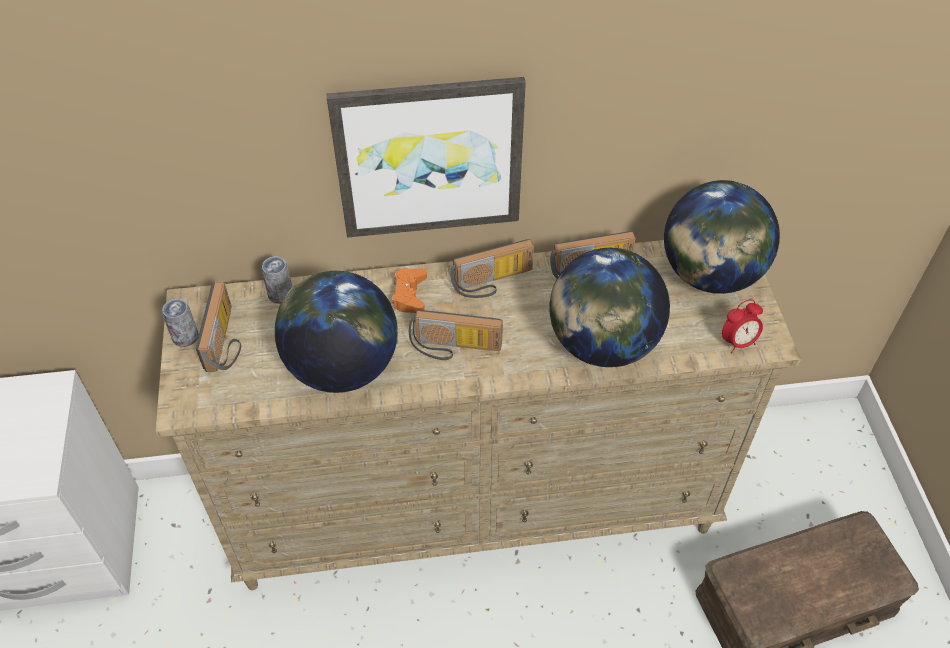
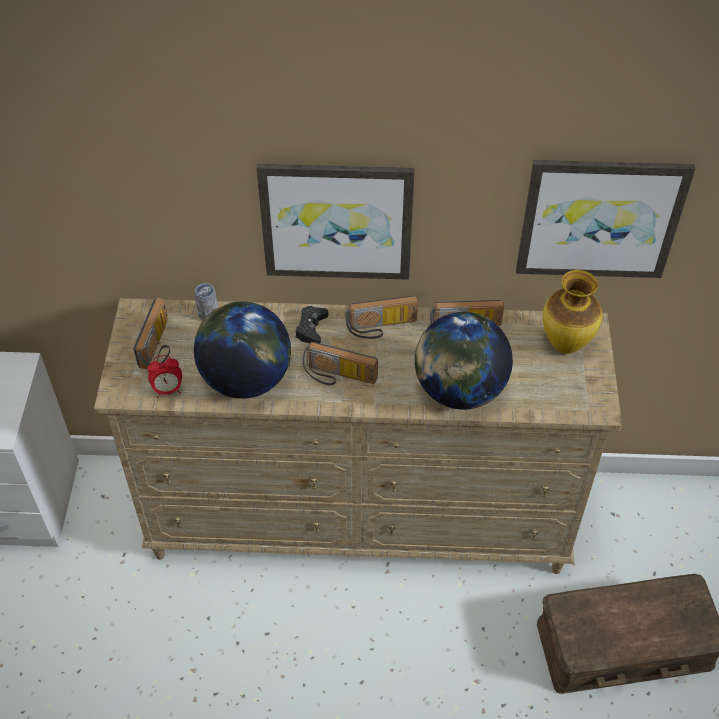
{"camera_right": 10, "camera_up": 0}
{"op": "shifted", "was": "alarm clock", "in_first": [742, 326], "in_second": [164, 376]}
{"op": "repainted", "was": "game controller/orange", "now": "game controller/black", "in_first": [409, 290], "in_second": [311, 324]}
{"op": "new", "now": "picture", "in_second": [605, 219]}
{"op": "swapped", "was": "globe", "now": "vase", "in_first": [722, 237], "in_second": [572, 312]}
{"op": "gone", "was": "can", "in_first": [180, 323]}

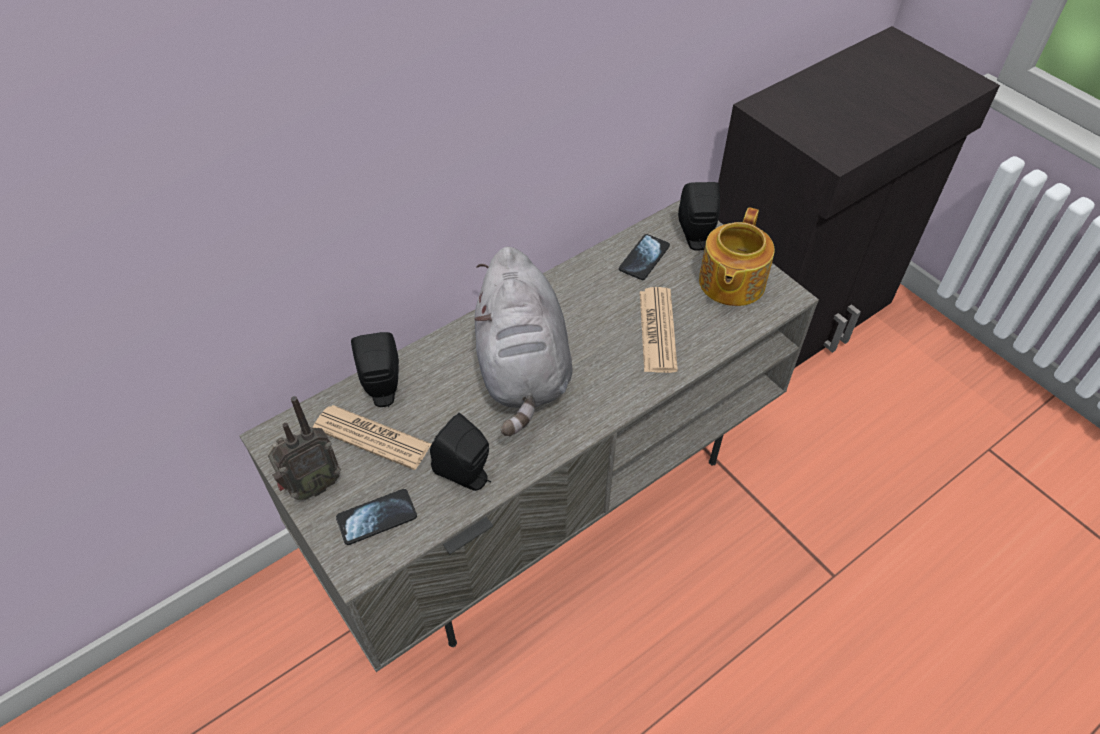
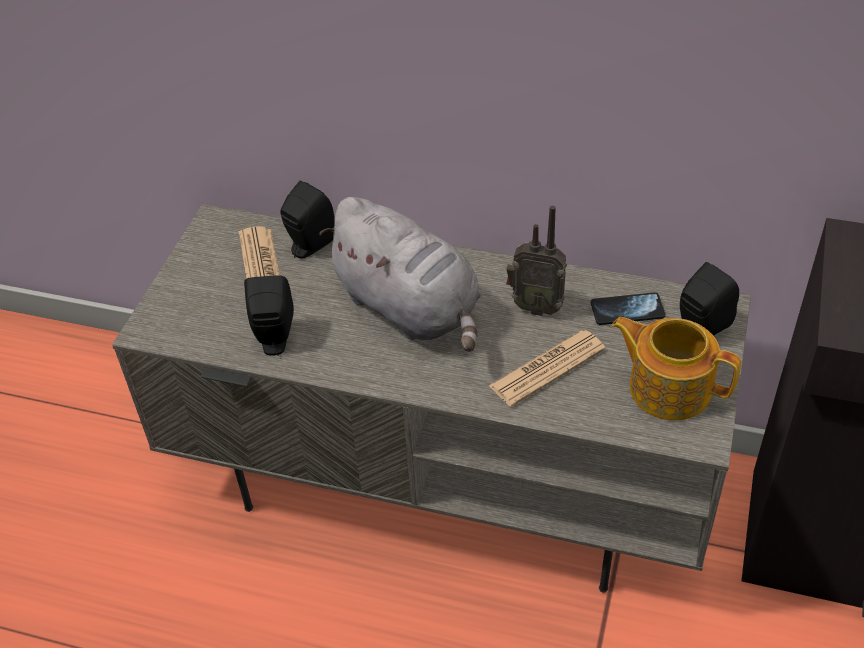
{"camera_right": 55, "camera_up": -5}
{"op": "rotated", "was": "plush toy/grey", "in_first": [524, 341], "in_second": [400, 274], "clockwise": -90}
{"op": "shifted", "was": "radio", "in_first": [304, 448], "in_second": [536, 260]}
{"op": "rotated", "was": "teapot", "in_first": [737, 256], "in_second": [676, 368], "clockwise": 45}
{"op": "gone", "was": "phone", "in_first": [376, 517]}

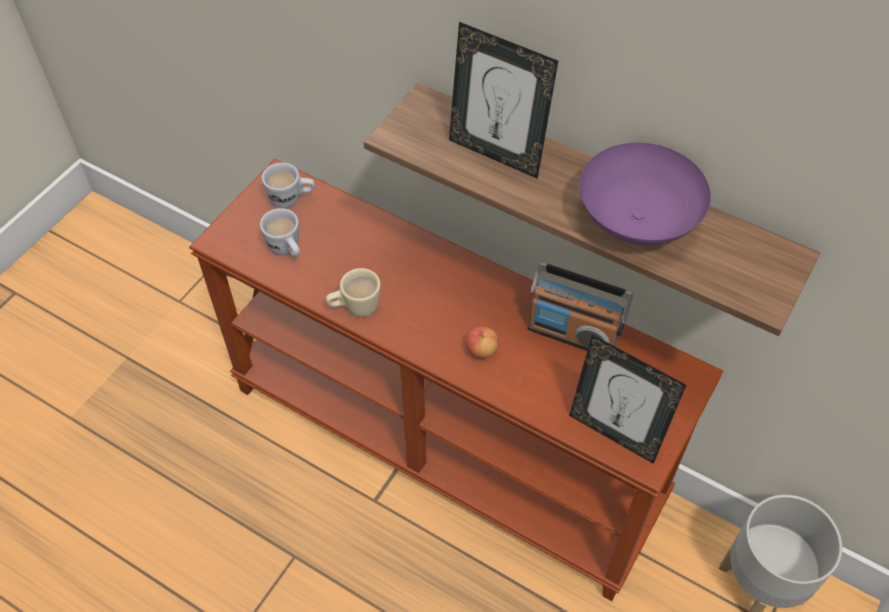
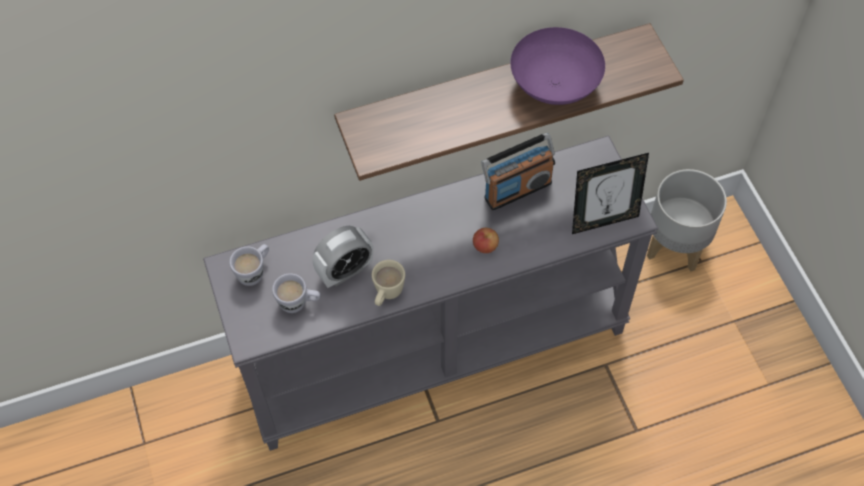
{"camera_right": -50, "camera_up": 5}
{"op": "repainted", "was": "console table/brown", "now": "console table/grey", "in_first": [456, 380], "in_second": [430, 293]}
{"op": "new", "now": "alarm clock", "in_second": [343, 257]}
{"op": "gone", "was": "picture frame", "in_first": [503, 100]}

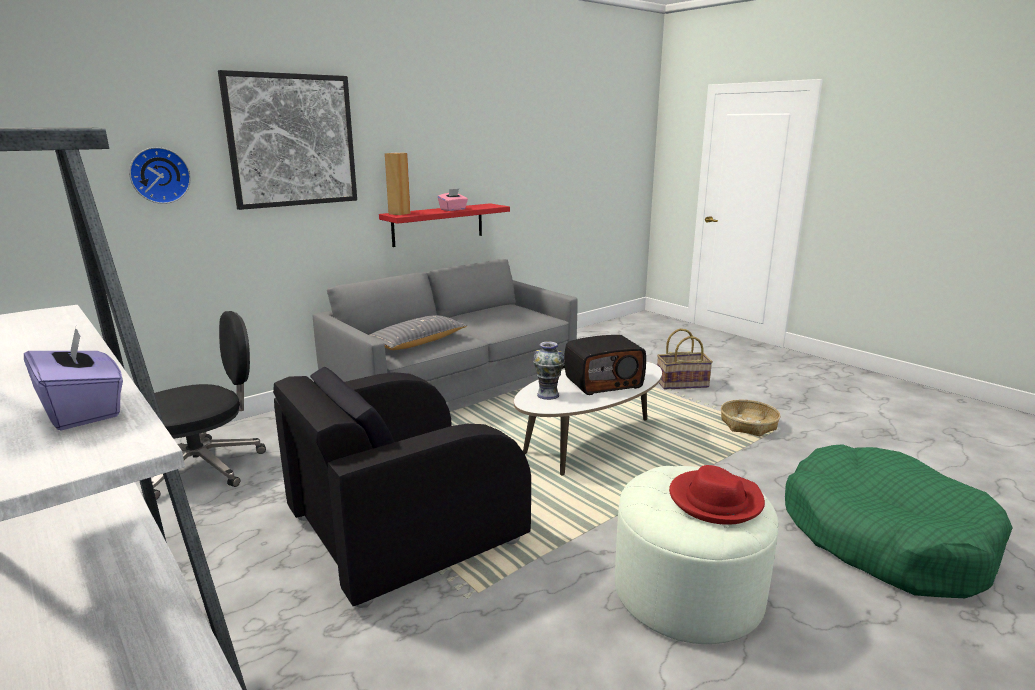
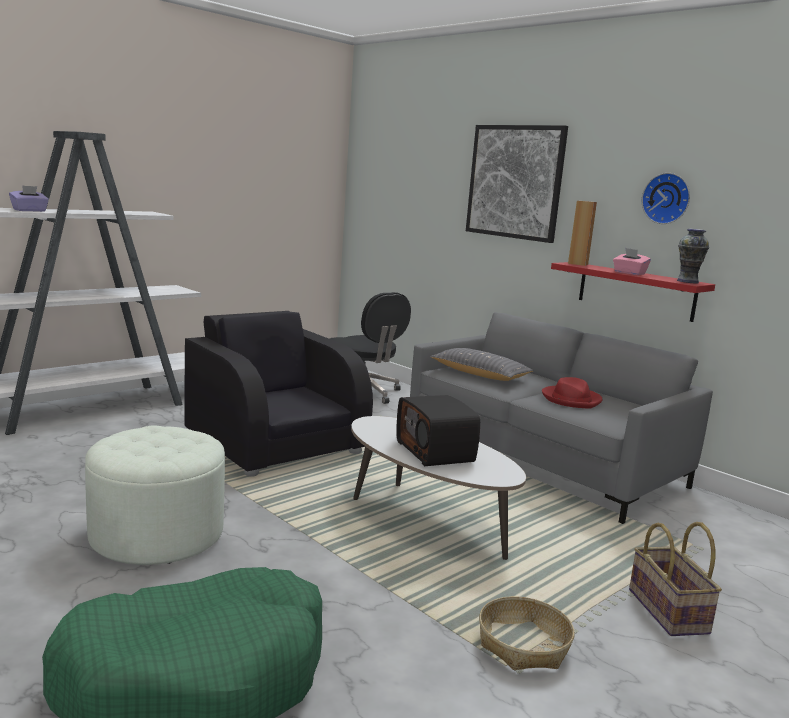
{"camera_right": 85, "camera_up": -5}
{"op": "shifted", "was": "hat/red", "in_first": [717, 495], "in_second": [572, 393]}
{"op": "shifted", "was": "wall clock", "in_first": [160, 175], "in_second": [666, 198]}
{"op": "shifted", "was": "vase", "in_first": [549, 370], "in_second": [693, 256]}

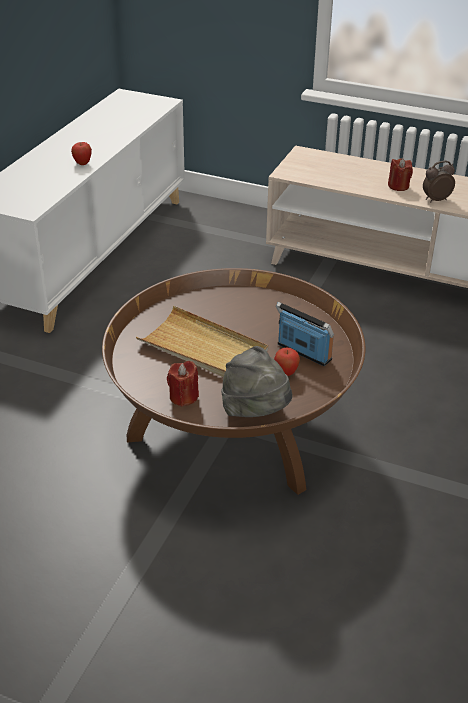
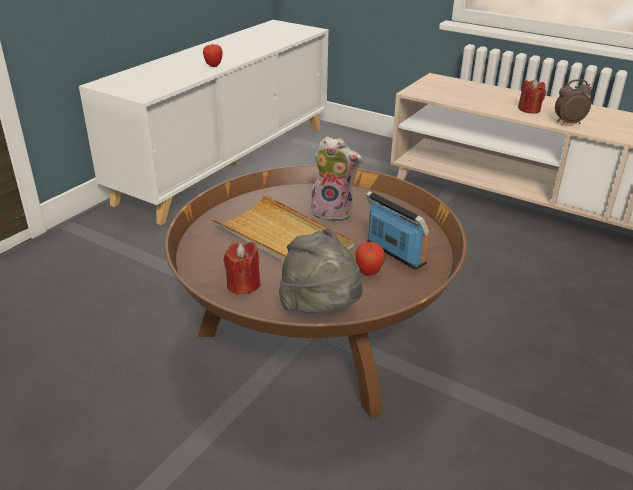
{"camera_right": 10, "camera_up": -5}
{"op": "new", "now": "plush toy", "in_second": [336, 179]}

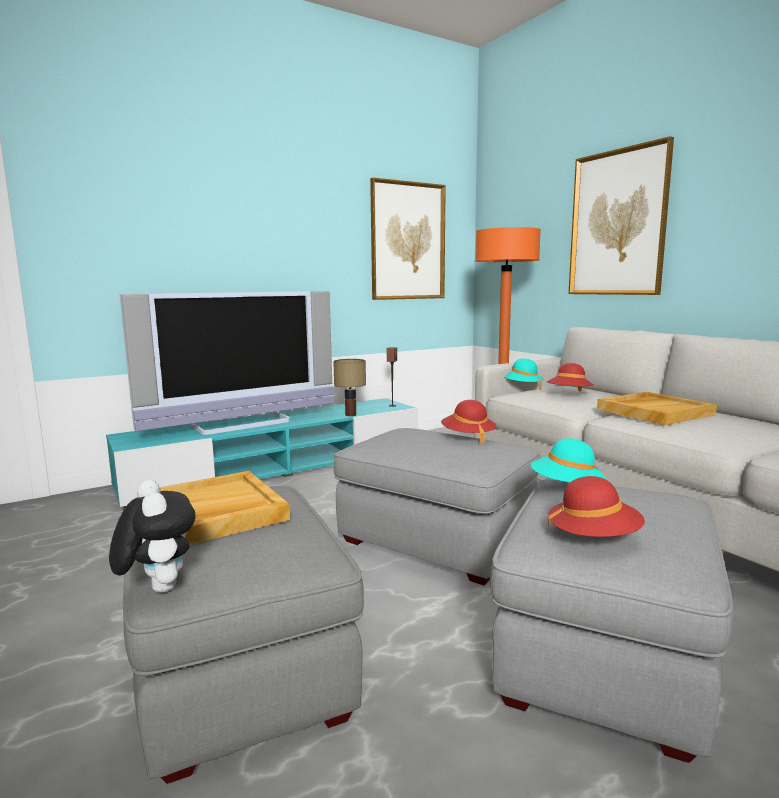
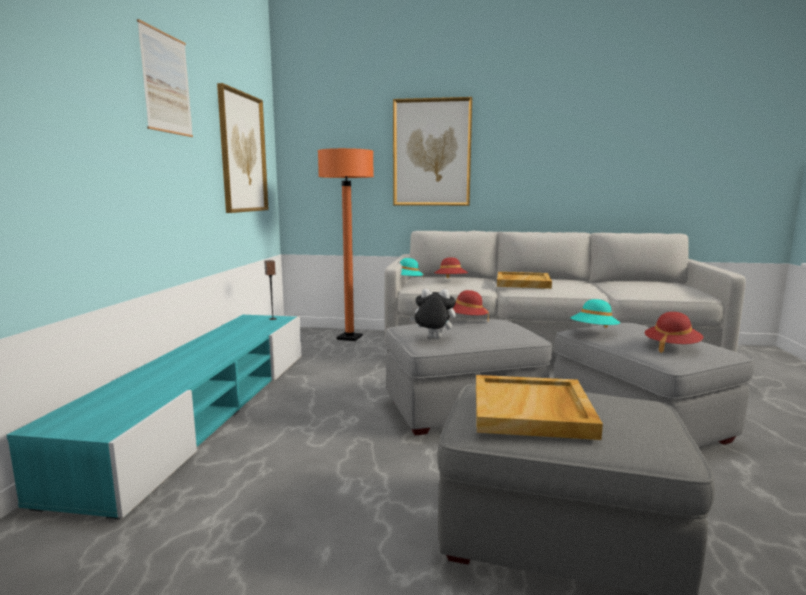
{"camera_right": -50, "camera_up": 0}
{"op": "new", "now": "picture", "in_second": [165, 78]}
{"op": "shifted", "was": "plush toy", "in_first": [152, 536], "in_second": [433, 313]}
{"op": "gone", "was": "television", "in_first": [226, 363]}
{"op": "gone", "was": "table lamp", "in_first": [349, 387]}

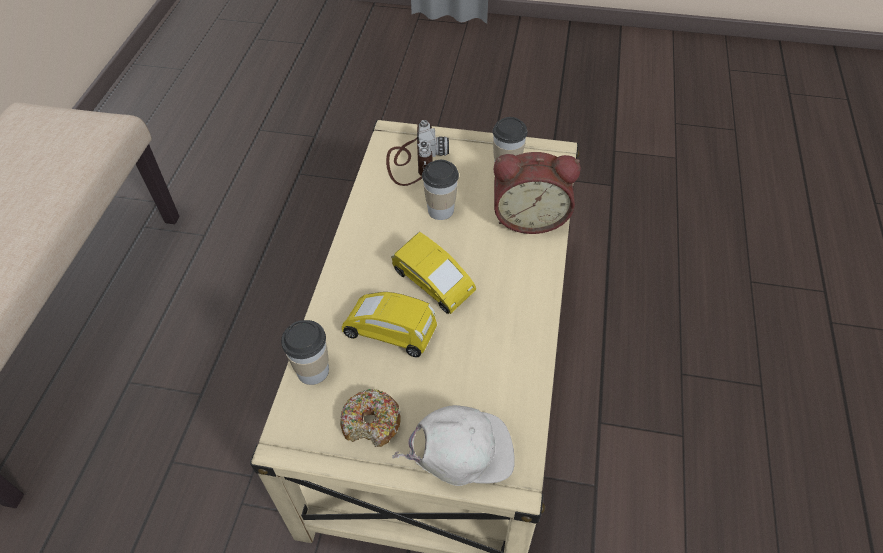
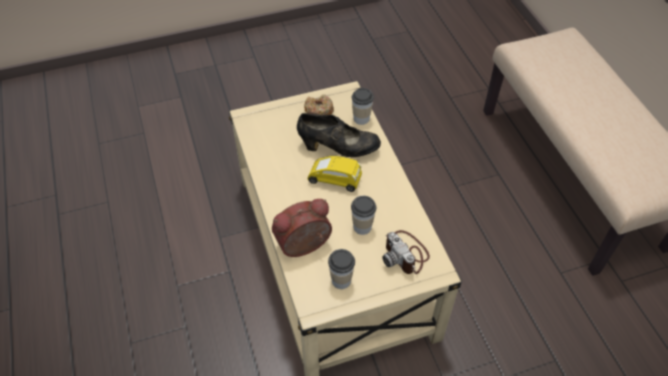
{"camera_right": 150, "camera_up": 0}
{"op": "swapped", "was": "toy car/yellow", "now": "shoe/black", "in_first": [389, 324], "in_second": [339, 135]}
{"op": "gone", "was": "cap/white", "in_first": [453, 445]}

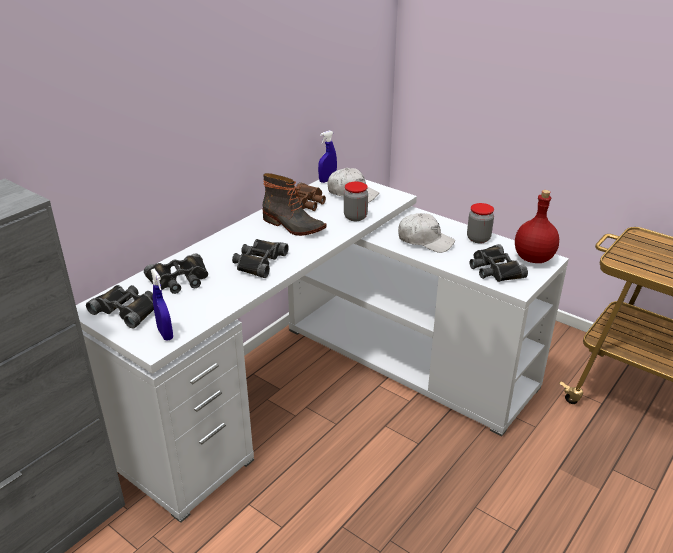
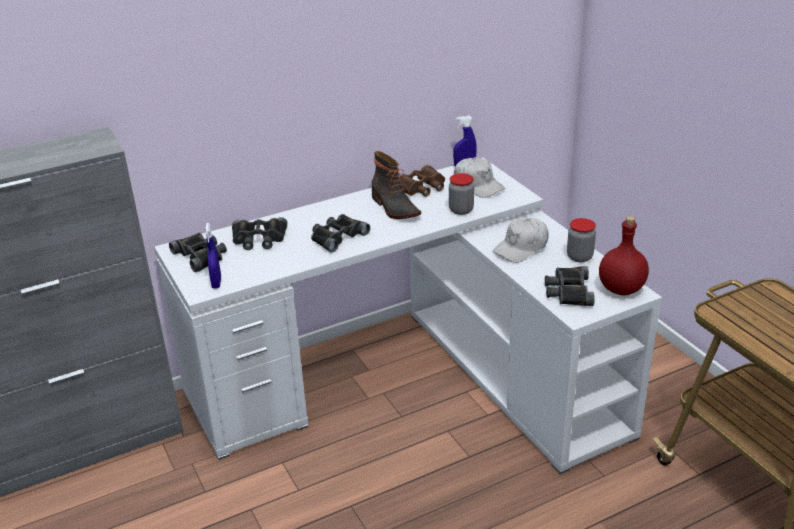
{"camera_right": 25, "camera_up": 0}
{"op": "rotated", "was": "cap/white", "in_first": [426, 233], "in_second": [521, 240], "clockwise": 90}

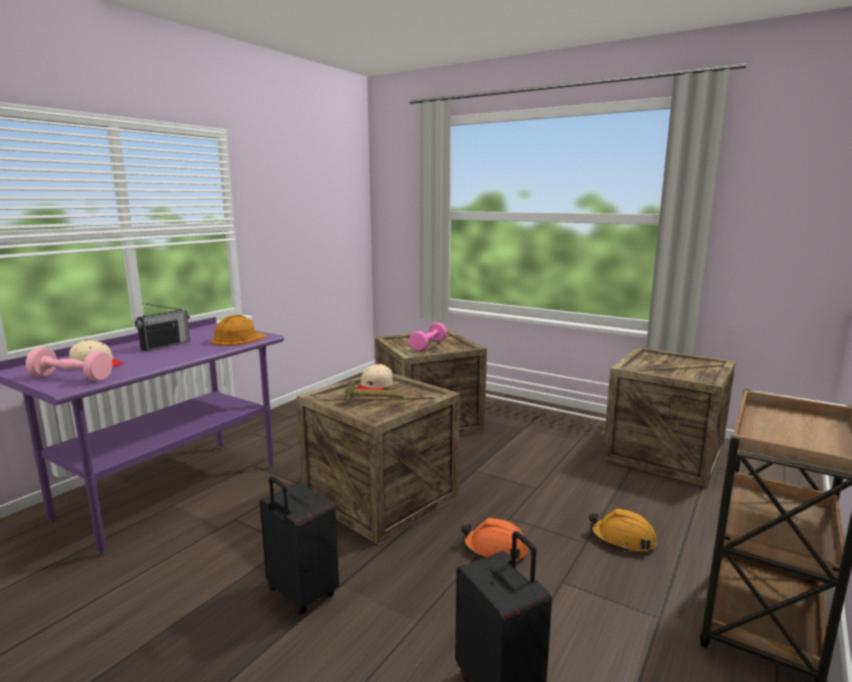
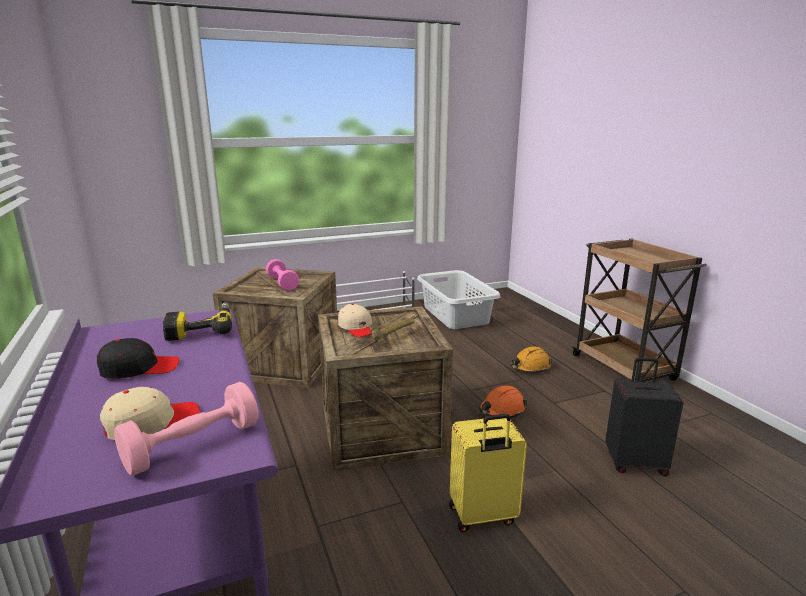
{"camera_right": -55, "camera_up": 5}
{"op": "swapped", "was": "radio", "now": "cap/black", "in_first": [162, 327], "in_second": [138, 358]}
{"op": "swapped", "was": "hard hat/orange", "now": "power drill", "in_first": [240, 330], "in_second": [197, 322]}
{"op": "swapped", "was": "crate", "now": "laundry basket/grey", "in_first": [669, 417], "in_second": [458, 299]}
{"op": "repainted", "was": "suitcase/black", "now": "suitcase/yellow", "in_first": [299, 545], "in_second": [488, 473]}

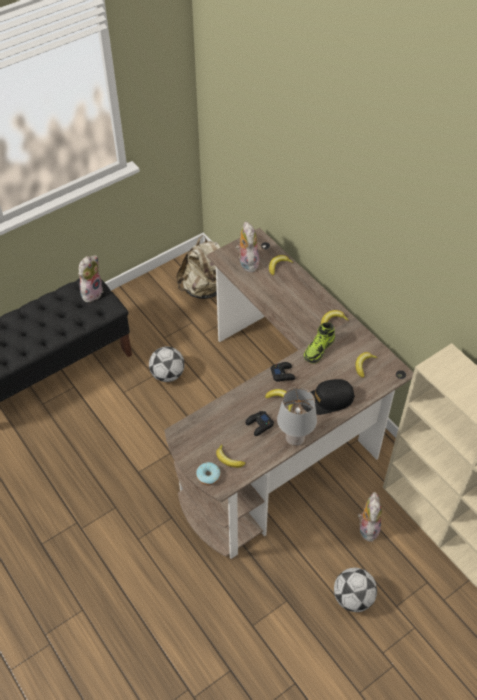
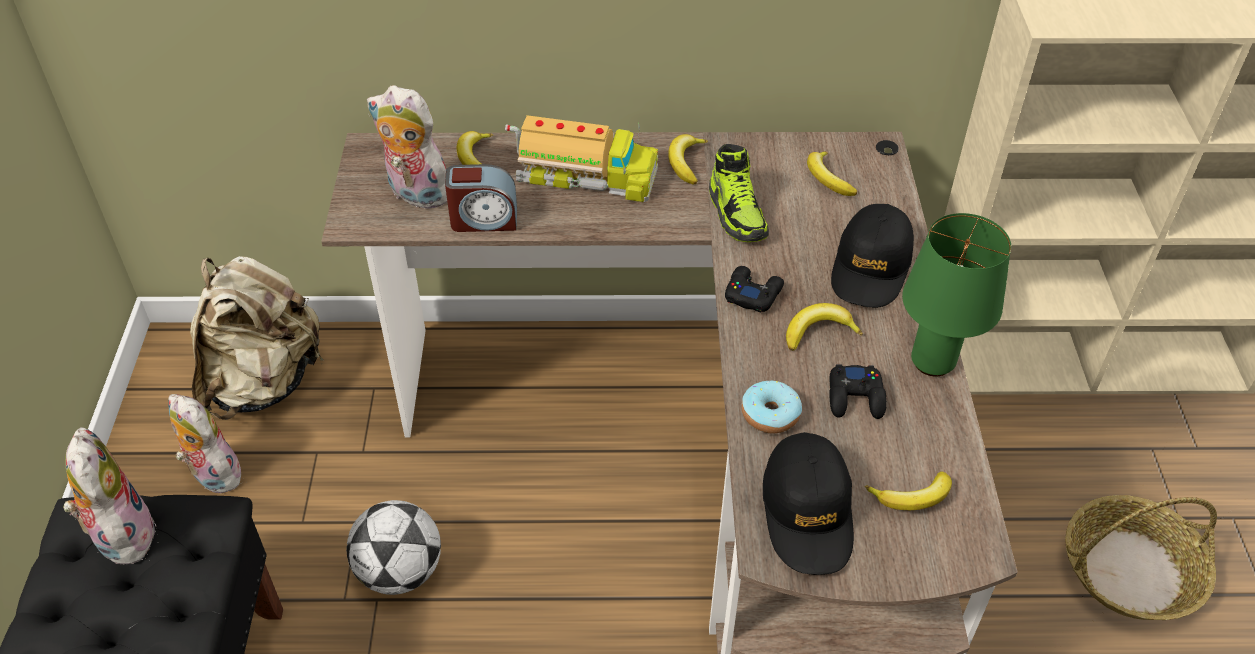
{"camera_right": -55, "camera_up": -5}
{"op": "shifted", "was": "plush toy", "in_first": [370, 517], "in_second": [204, 443]}
{"op": "new", "now": "alarm clock", "in_second": [481, 198]}
{"op": "new", "now": "toy truck", "in_second": [581, 158]}
{"op": "shifted", "was": "donut", "in_first": [208, 473], "in_second": [771, 407]}
{"op": "new", "now": "cap/black", "in_second": [808, 503]}
{"op": "repainted", "was": "table lamp/grey", "now": "table lamp/green", "in_first": [297, 417], "in_second": [956, 295]}
{"op": "swapped", "was": "football", "now": "basket", "in_first": [355, 590], "in_second": [1141, 557]}

